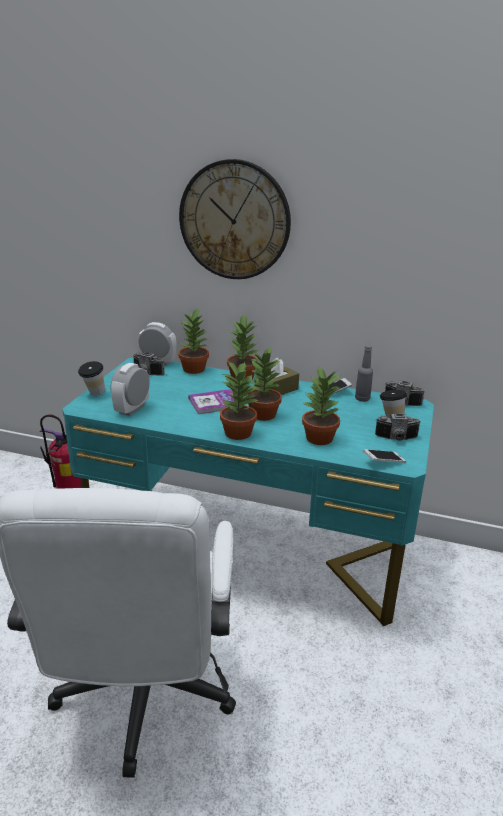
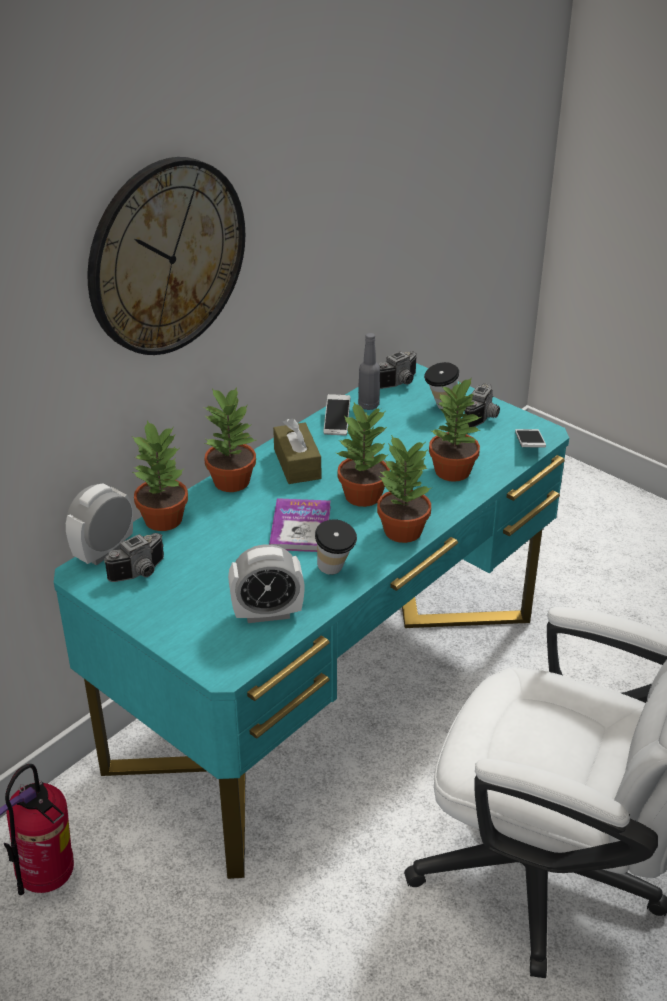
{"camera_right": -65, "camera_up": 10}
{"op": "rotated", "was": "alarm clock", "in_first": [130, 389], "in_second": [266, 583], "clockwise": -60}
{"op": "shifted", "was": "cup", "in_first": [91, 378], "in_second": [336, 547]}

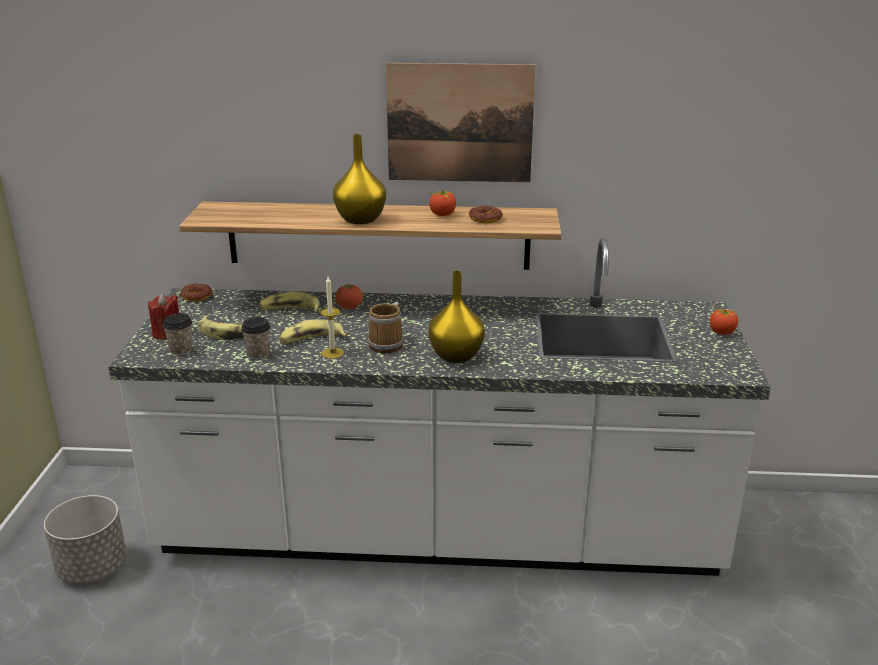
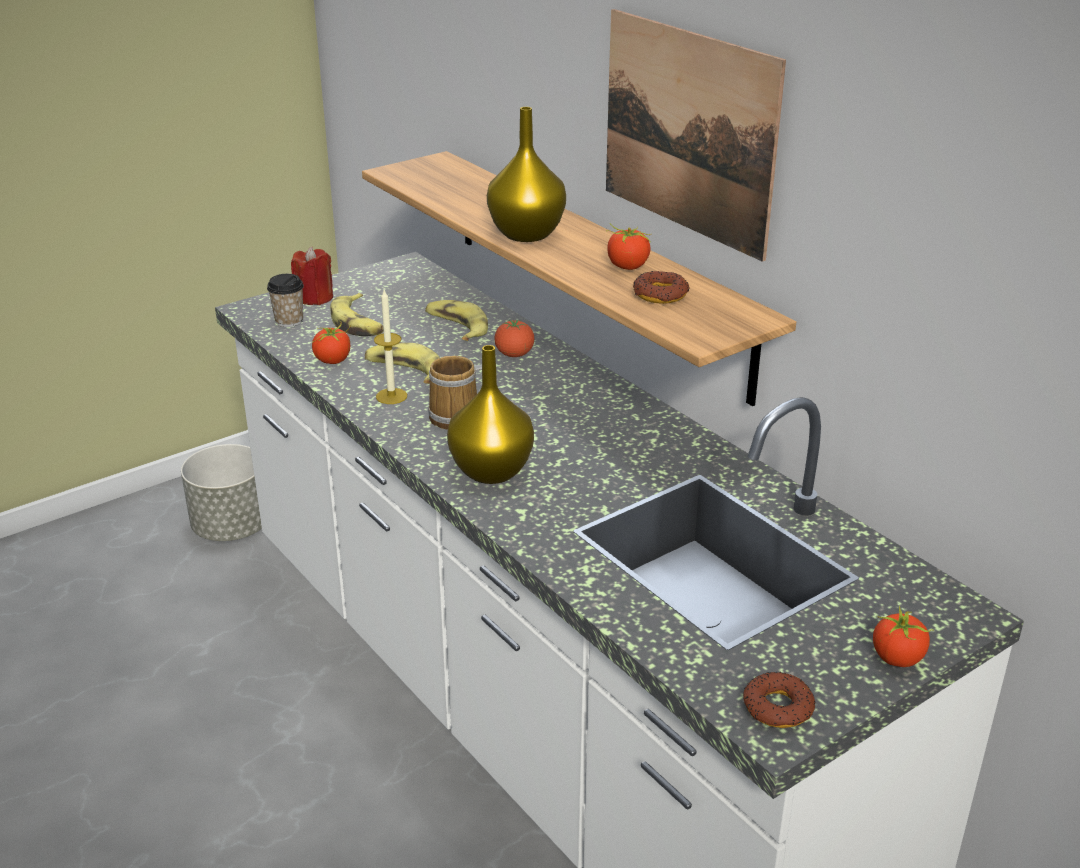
{"camera_right": 50, "camera_up": 5}
{"op": "swapped", "was": "cup", "now": "tomato", "in_first": [256, 338], "in_second": [331, 342]}
{"op": "shifted", "was": "donut", "in_first": [196, 293], "in_second": [779, 700]}

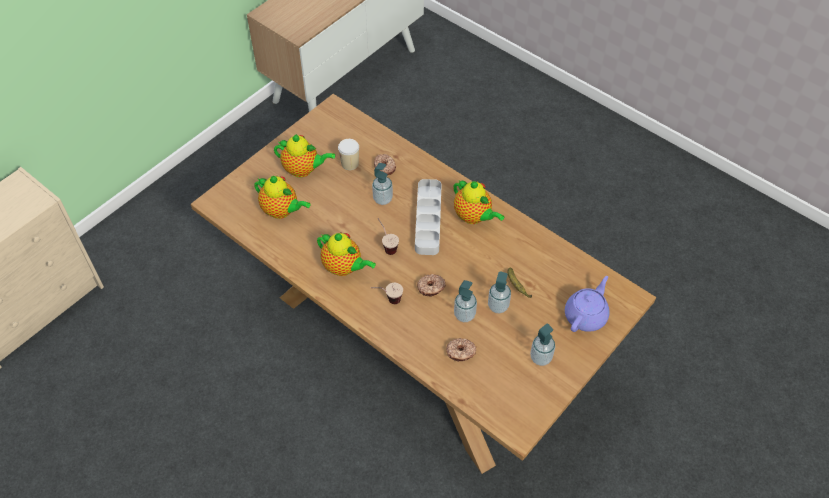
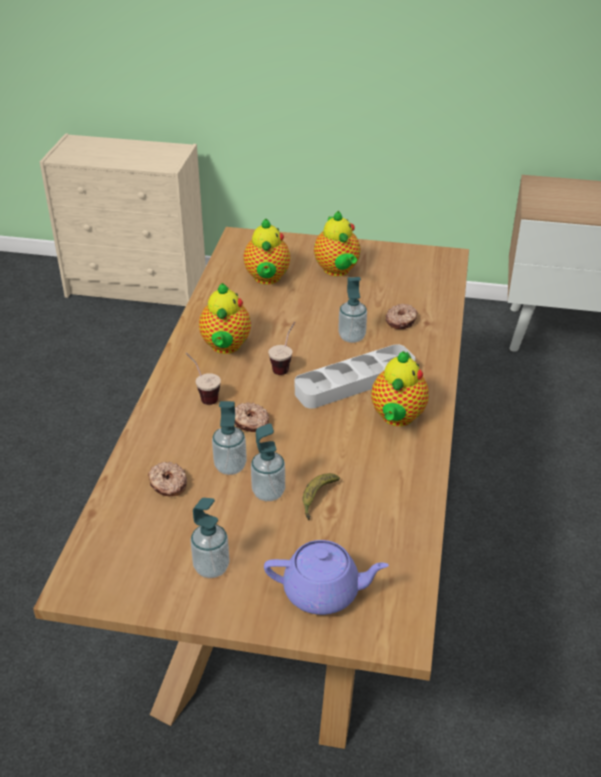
{"camera_right": 60, "camera_up": -15}
{"op": "gone", "was": "cup", "in_first": [348, 154]}

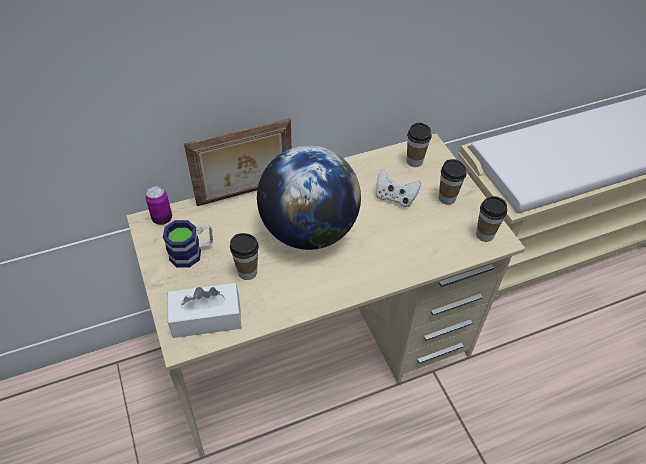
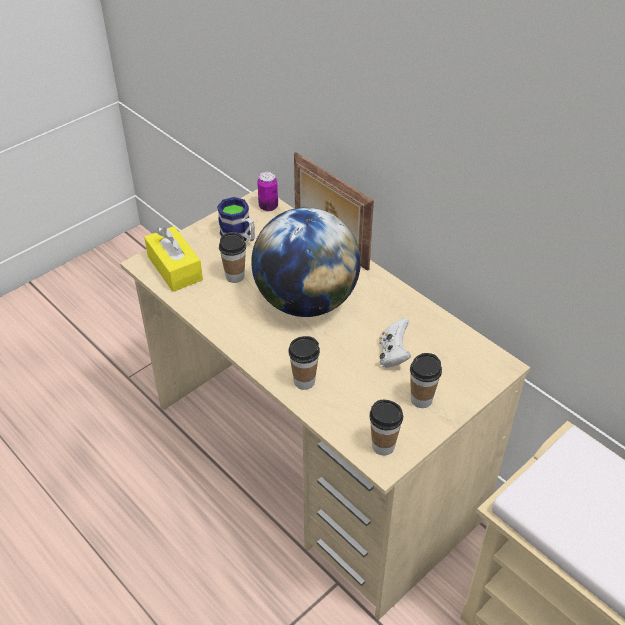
{"camera_right": 70, "camera_up": -5}
{"op": "repainted", "was": "tissue box/white", "now": "tissue box/yellow", "in_first": [204, 310], "in_second": [173, 259]}
{"op": "shifted", "was": "cup", "in_first": [419, 145], "in_second": [304, 363]}

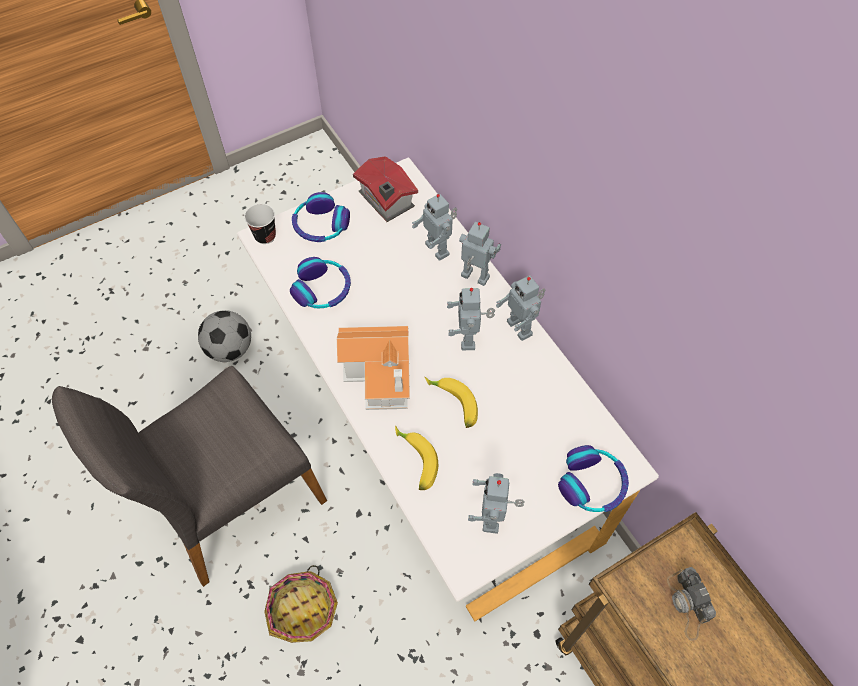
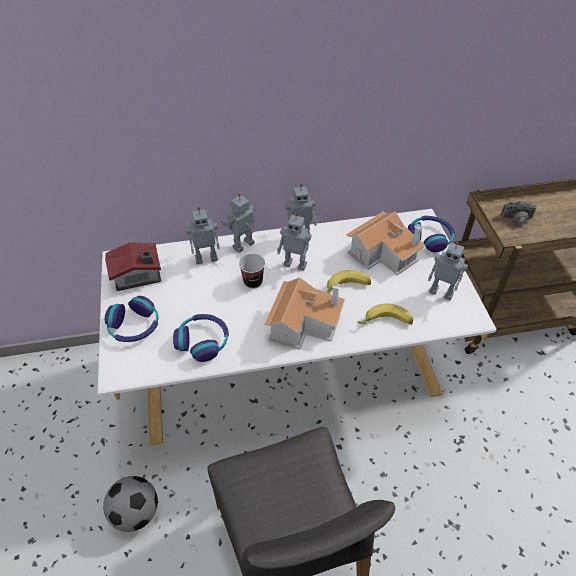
{"camera_right": -70, "camera_up": -10}
{"op": "shifted", "was": "cup", "in_first": [260, 224], "in_second": [252, 271]}
{"op": "new", "now": "toy house", "in_second": [386, 243]}
{"op": "gone", "was": "basket", "in_first": [301, 604]}

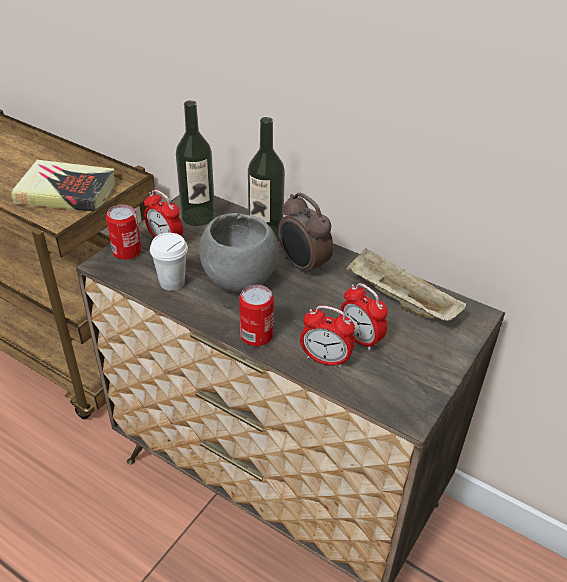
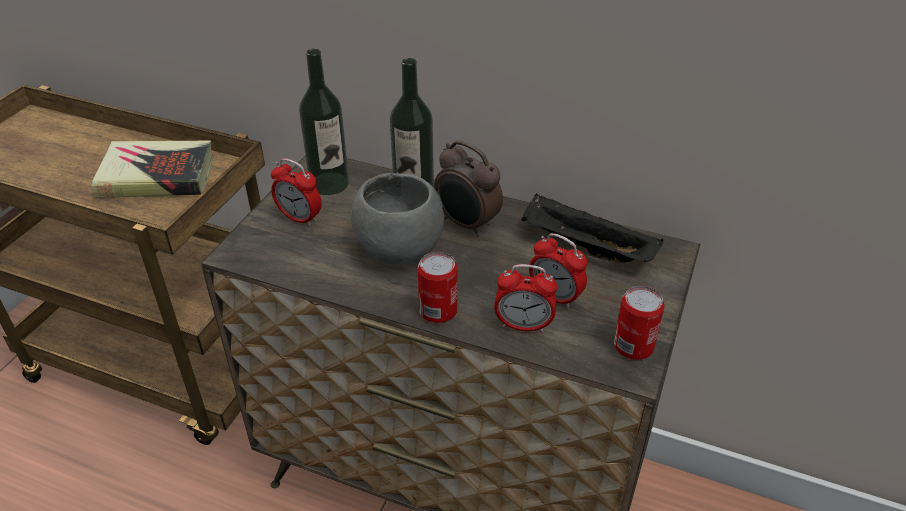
{"camera_right": -10, "camera_up": 0}
{"op": "repainted", "was": "tray/beige", "now": "tray/black", "in_first": [407, 284], "in_second": [592, 228]}
{"op": "shifted", "was": "can", "in_first": [124, 232], "in_second": [639, 323]}
{"op": "gone", "was": "cup/white", "in_first": [169, 262]}

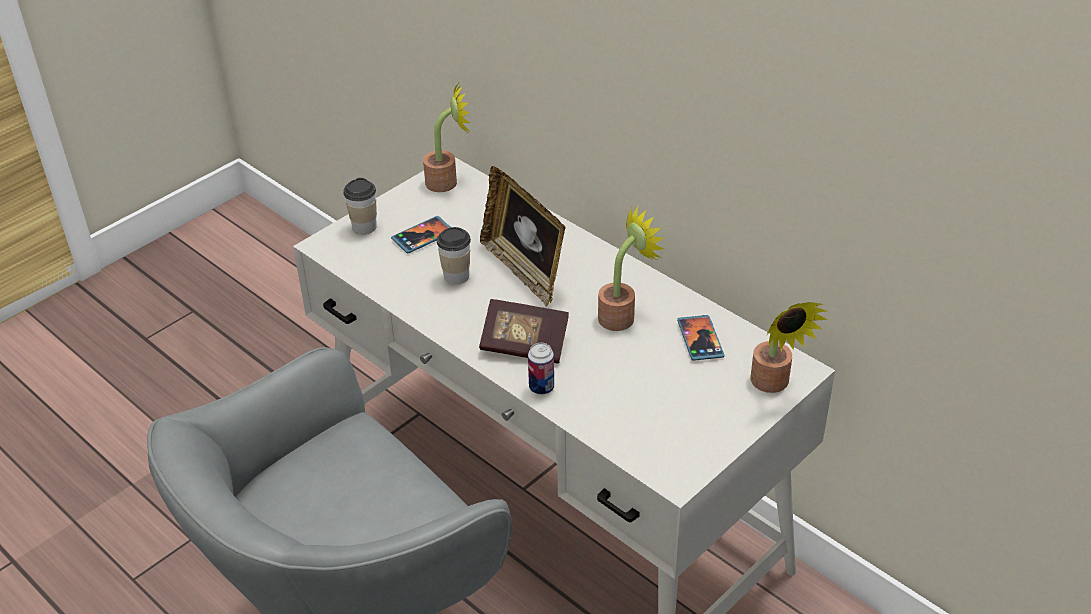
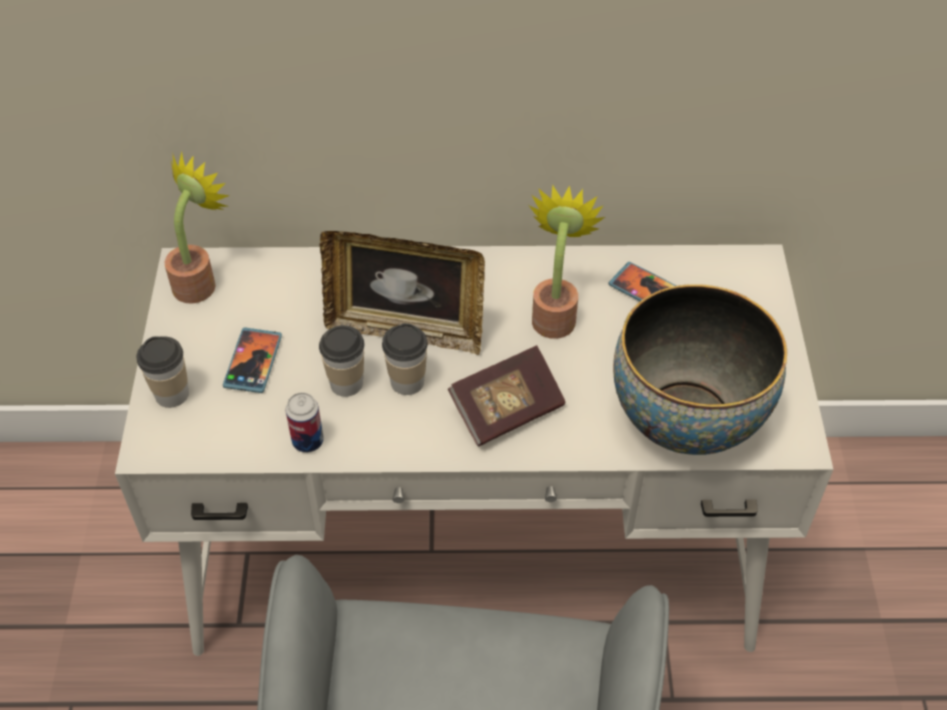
{"camera_right": -45, "camera_up": 10}
{"op": "shifted", "was": "can", "in_first": [541, 369], "in_second": [305, 422]}
{"op": "new", "now": "cup", "in_second": [405, 359]}
{"op": "new", "now": "bowl", "in_second": [700, 369]}
{"op": "gone", "was": "potted plant", "in_first": [789, 347]}

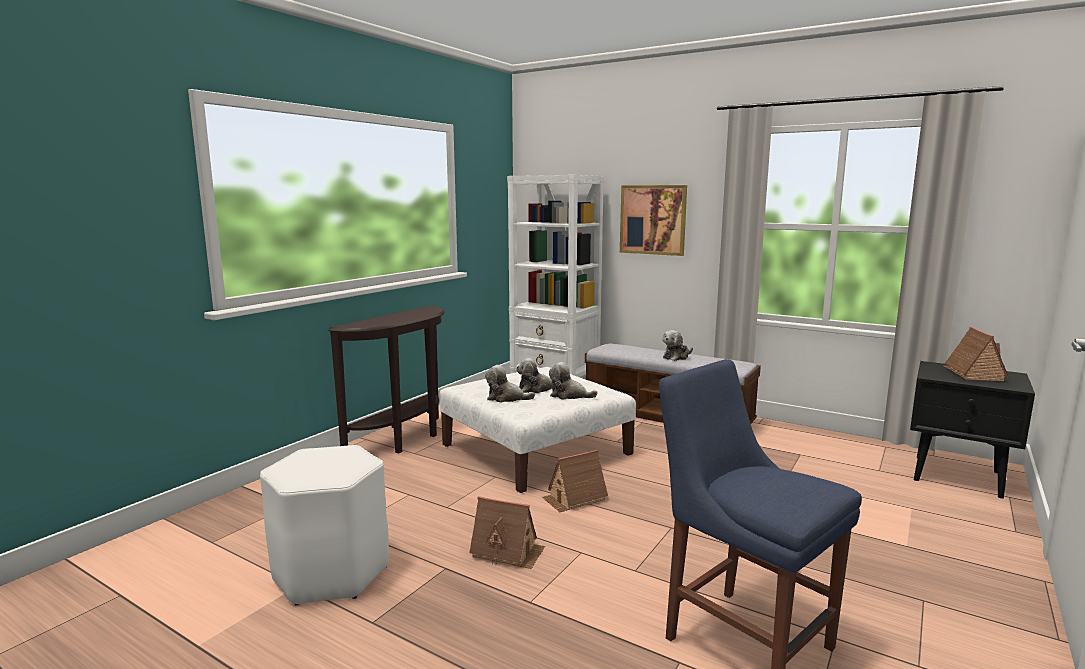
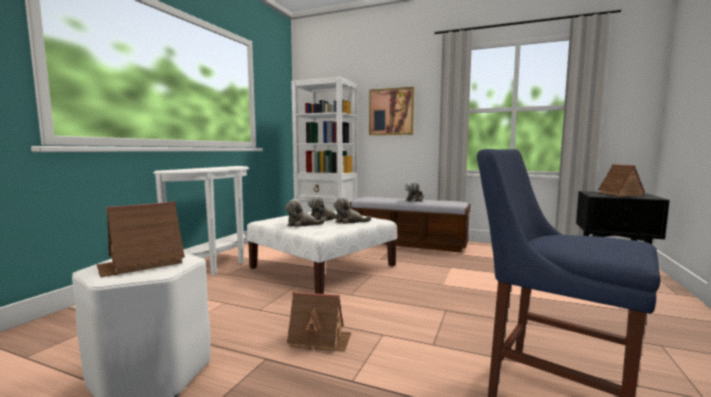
{"camera_right": -10, "camera_up": -5}
{"op": "shifted", "was": "toy house", "in_first": [575, 481], "in_second": [140, 239]}
{"op": "repainted", "was": "console table/brown", "now": "console table/white", "in_first": [386, 379], "in_second": [201, 220]}

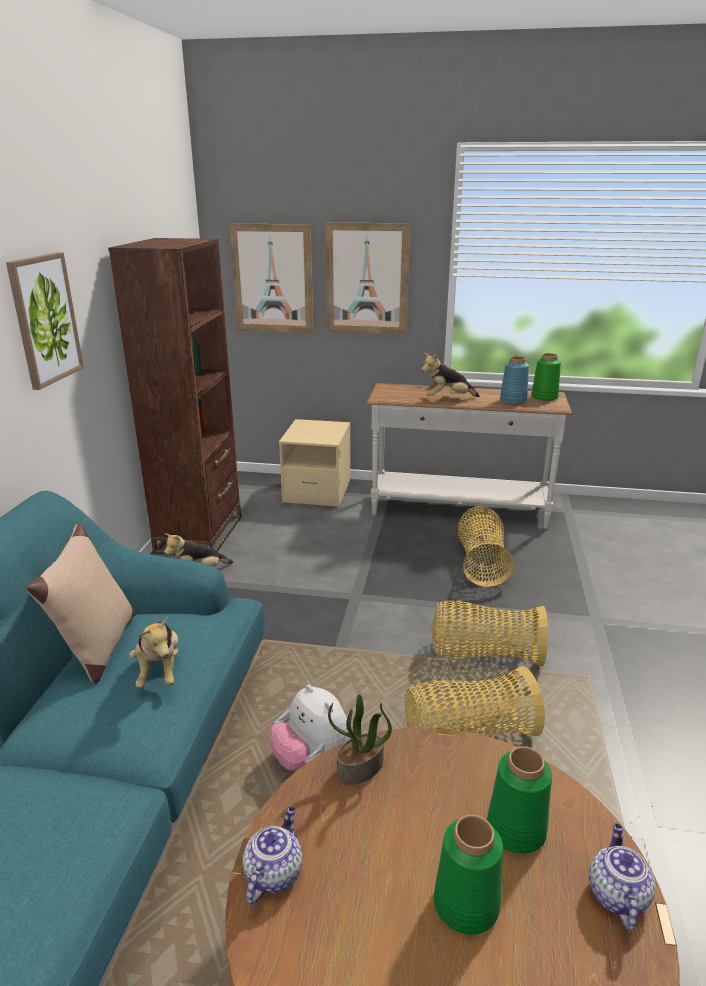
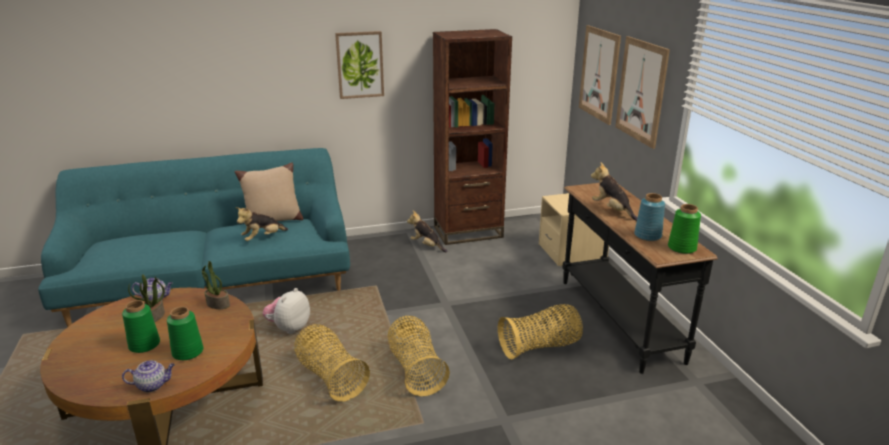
{"camera_right": 65, "camera_up": 0}
{"op": "new", "now": "potted plant", "in_second": [146, 298]}
{"op": "repainted", "was": "console table/white", "now": "console table/black", "in_first": [469, 456], "in_second": [640, 278]}

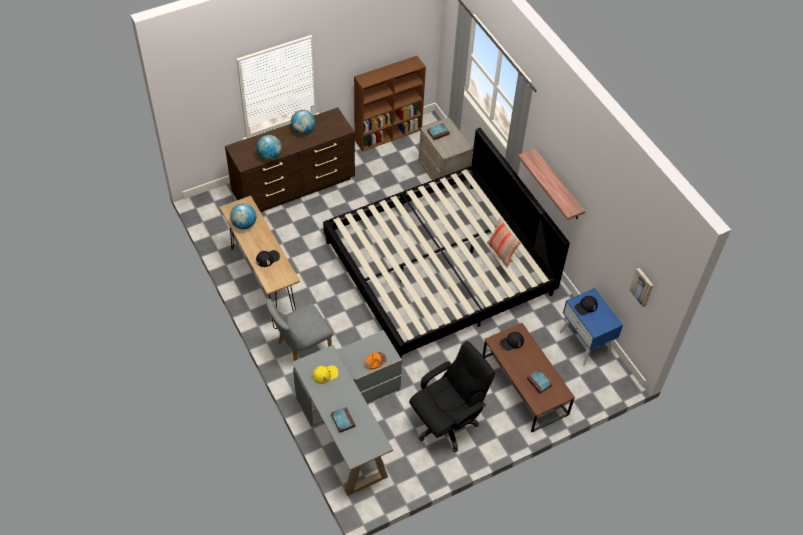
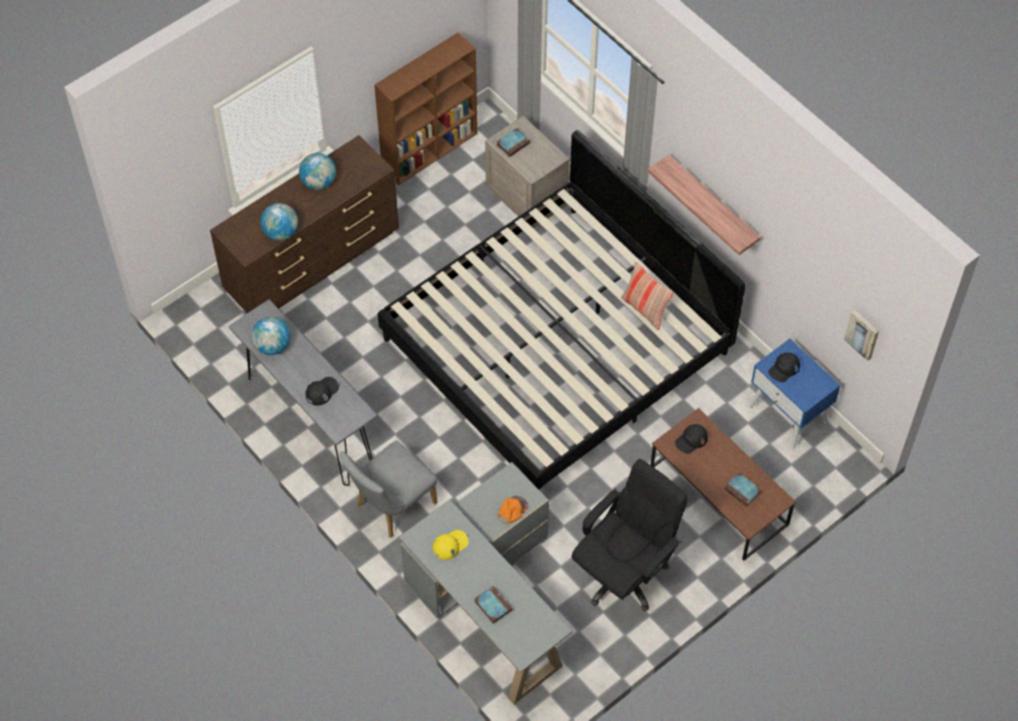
{"camera_right": -10, "camera_up": 5}
{"op": "repainted", "was": "console table/brown", "now": "console table/grey", "in_first": [260, 262], "in_second": [302, 392]}

